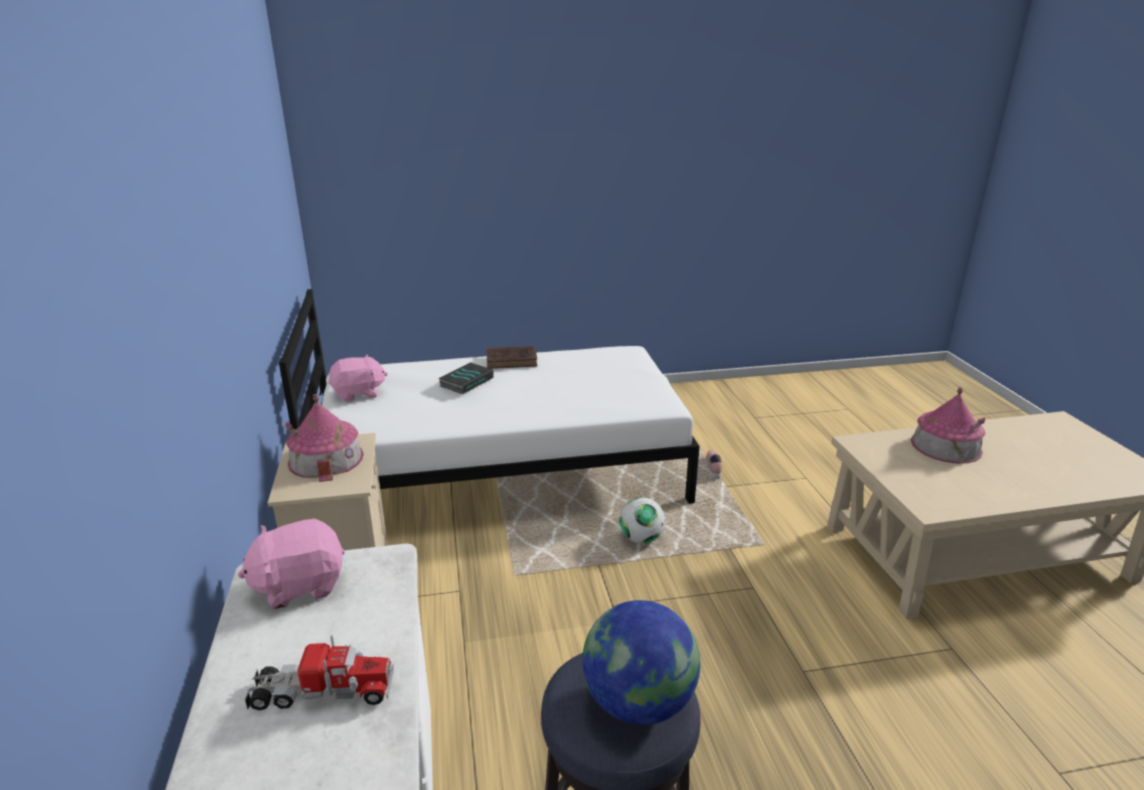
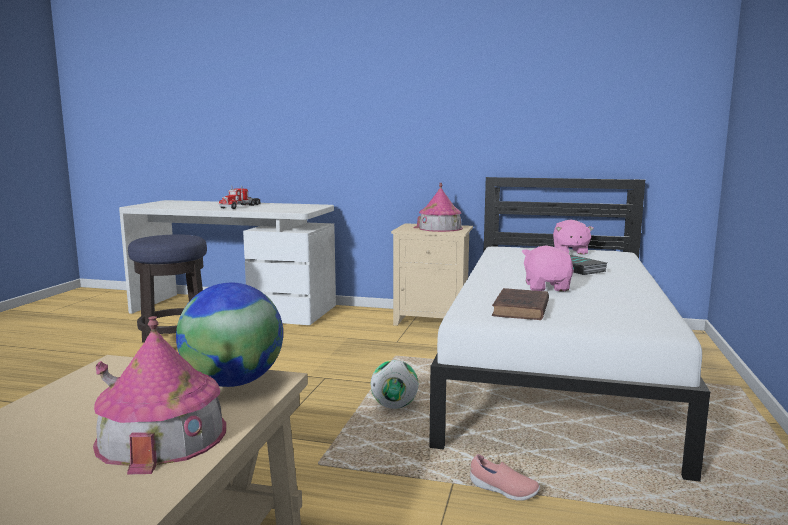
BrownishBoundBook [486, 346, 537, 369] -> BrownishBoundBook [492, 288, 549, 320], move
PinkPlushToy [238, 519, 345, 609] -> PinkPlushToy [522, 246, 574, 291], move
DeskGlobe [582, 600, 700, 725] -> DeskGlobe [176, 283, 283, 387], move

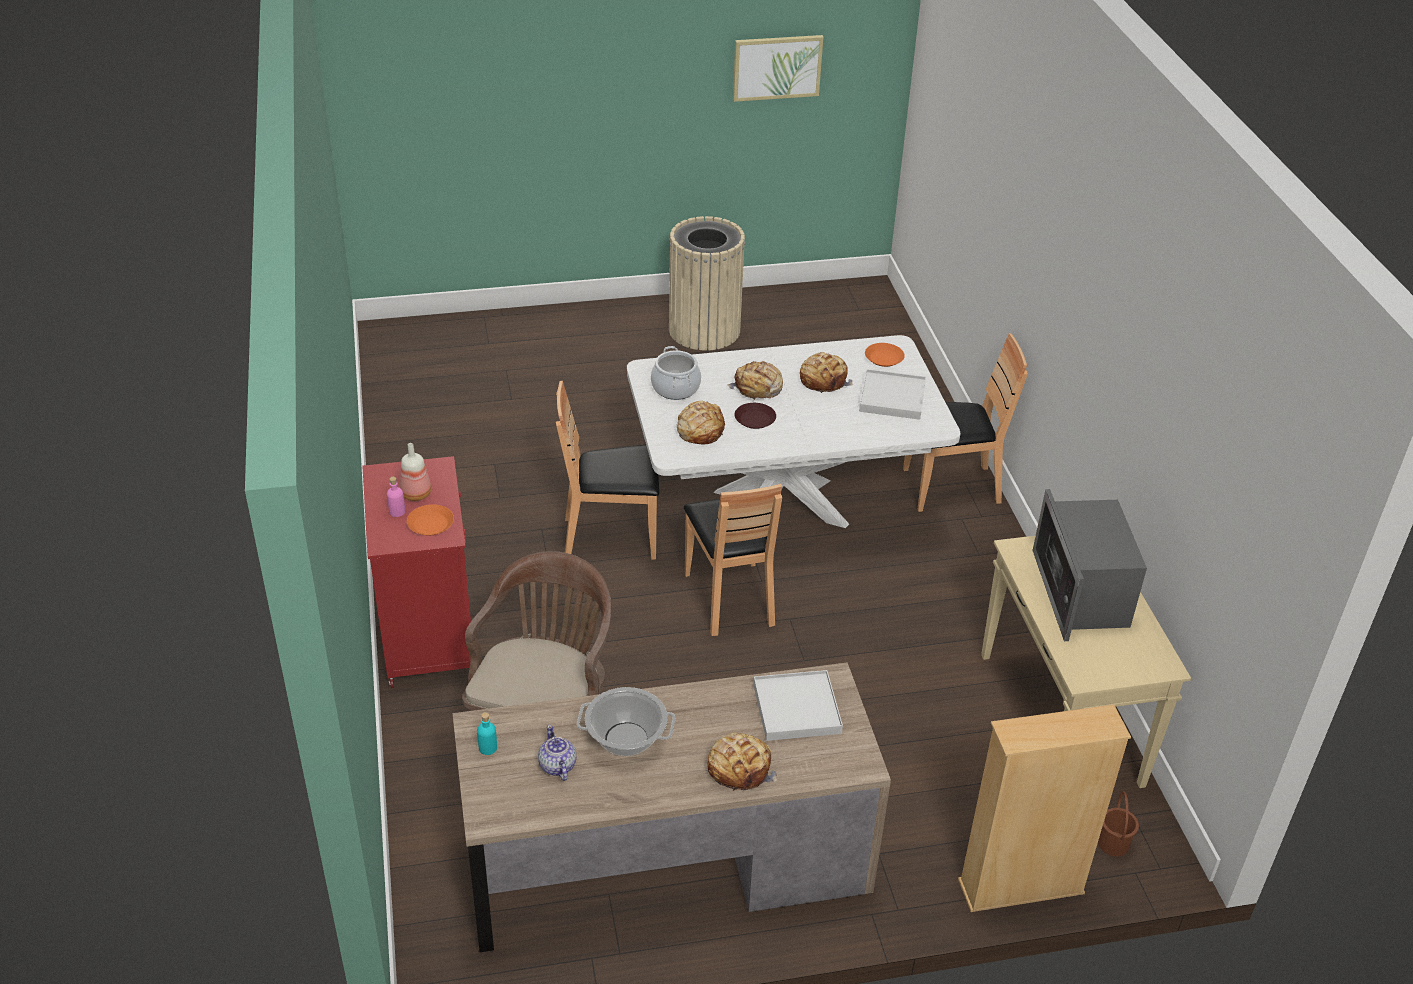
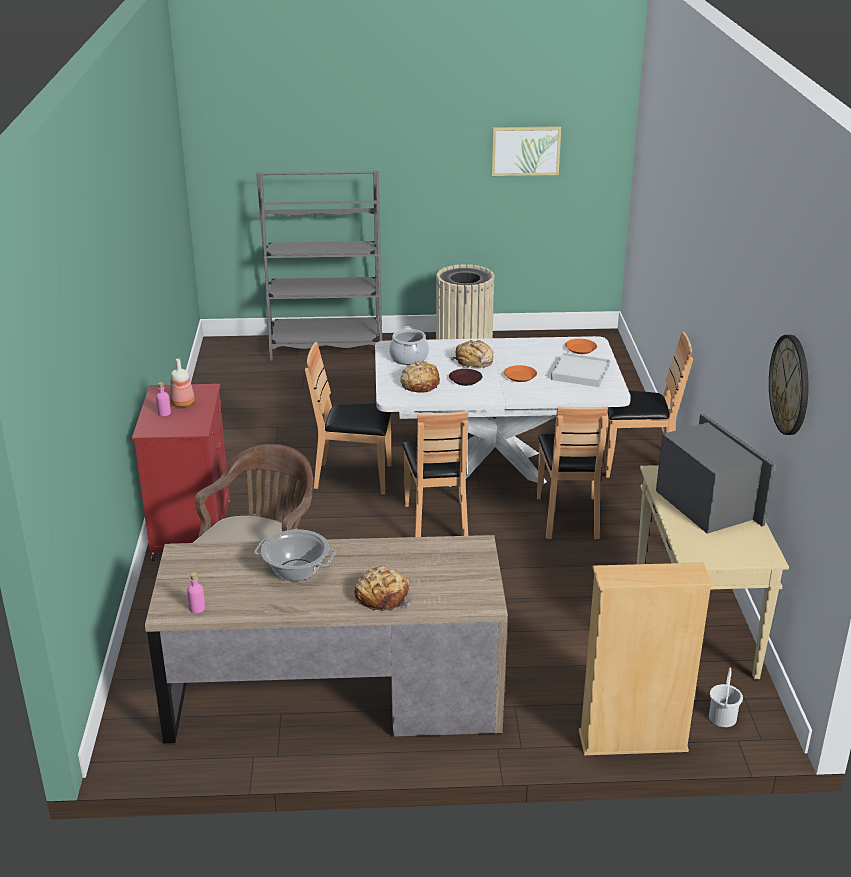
Bread [800, 352, 853, 393] -> none
KitchenMicrowave [1032, 489, 1147, 641] -> KitchenMicrowave [656, 414, 775, 534], 150 degrees clockwise
OrangeFlatDish [407, 504, 454, 535] -> OrangeFlatDish [504, 365, 537, 382], move
WhitishTray [753, 670, 843, 741] -> none
TurquoiseDrinkBottle [477, 712, 497, 755] -> none
PotForTea [538, 725, 576, 781] -> none
BrownishPail [1098, 791, 1139, 857] -> WhitishPail [709, 667, 743, 727]
none -> GreyishBookcase [256, 171, 382, 361]
none -> HangingClock [769, 335, 809, 435]
none -> BrownishPlainChair [537, 406, 608, 539]
none -> PinkDrinkBottle [187, 572, 205, 613]

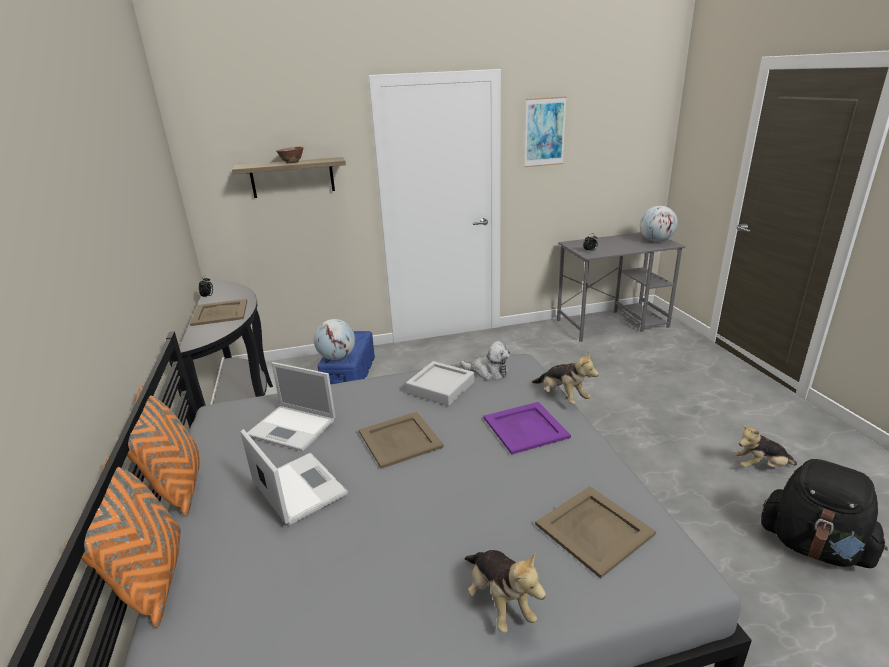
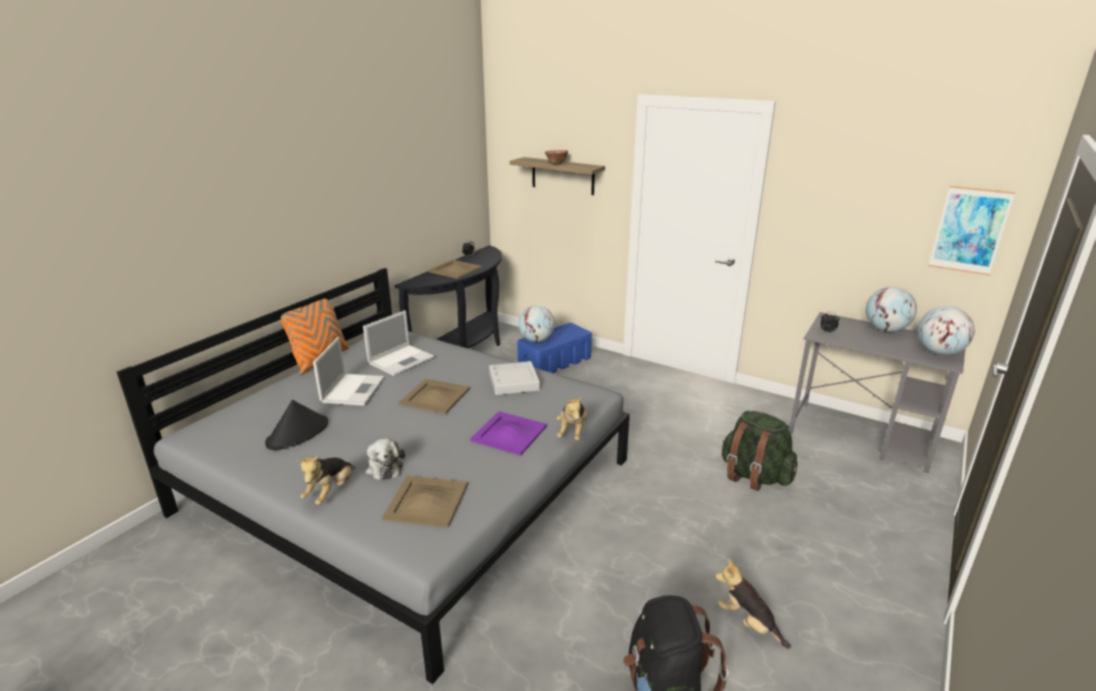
WallArt [524, 96, 567, 167] -> WallArt [928, 186, 1016, 276], move
PlushToy [460, 341, 510, 380] -> PlushToy [366, 438, 405, 481], move
NotebookComputer [247, 362, 336, 451] -> NotebookComputer [363, 310, 434, 376], 120 degrees counterclockwise
OrangeCushion [65, 456, 181, 628] -> none
none -> DeskGlobe [866, 287, 917, 332]
none -> BlackColouredHat [265, 400, 328, 450]
none -> GreenishBackpack [722, 411, 797, 491]

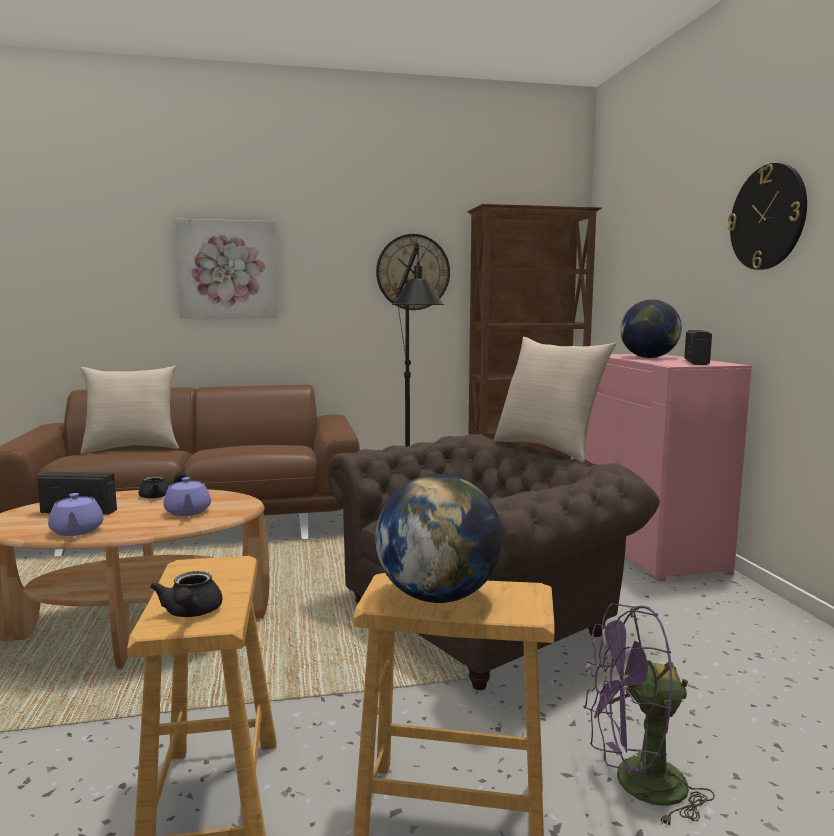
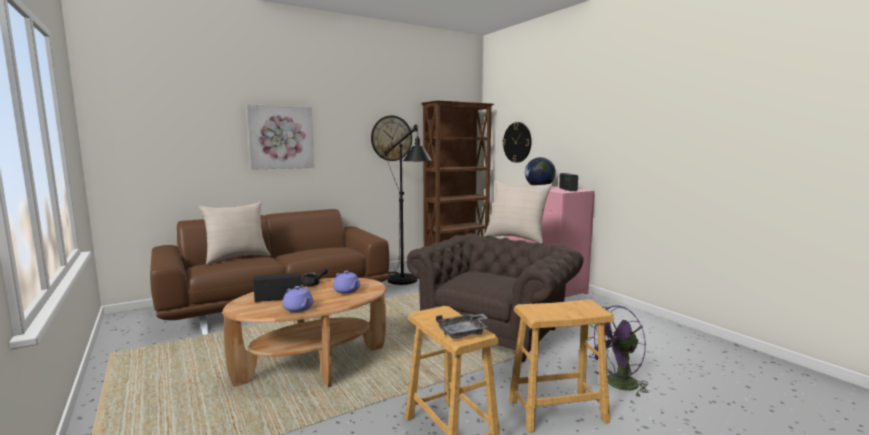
HangingClock [728, 163, 807, 270] -> HangingClock [502, 122, 532, 163], move
DeskGlobe [375, 474, 502, 603] -> none
BlackColouredPotForTea [150, 571, 222, 617] -> GreyishTray [436, 314, 489, 339]

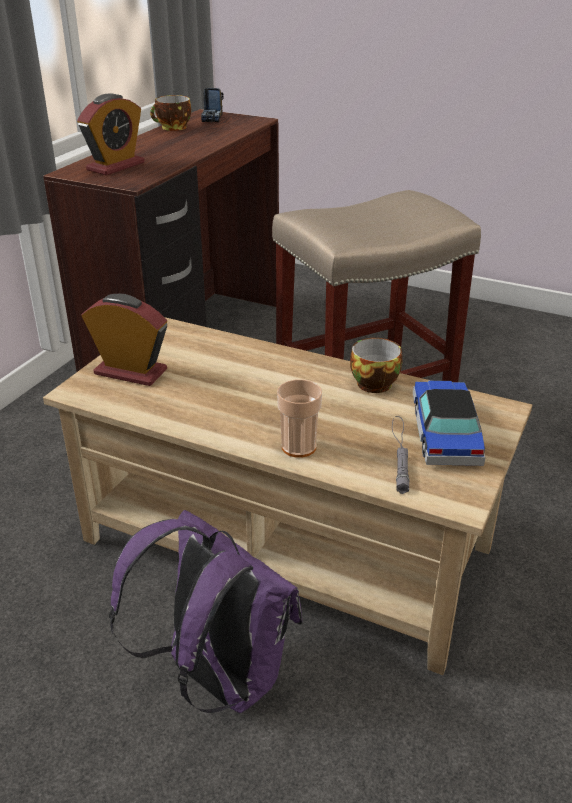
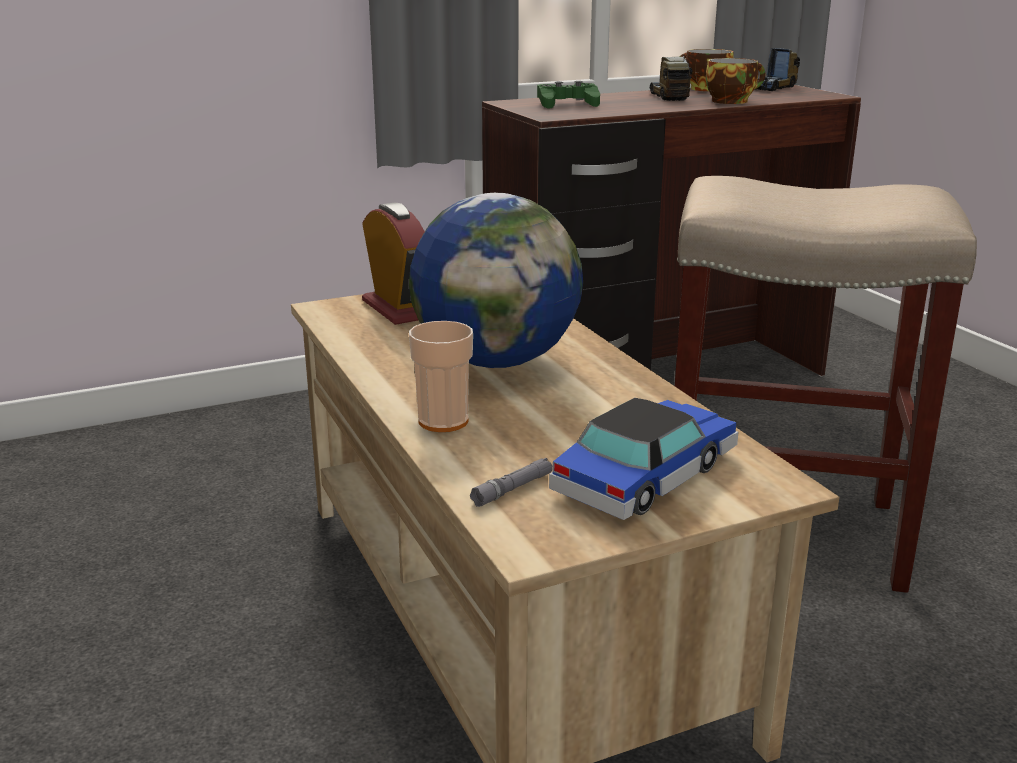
BedsideClock [77, 94, 145, 175] -> GreenishGameController [537, 81, 600, 108]
Cup [350, 338, 402, 393] -> Cup [706, 58, 765, 104], move
PurplishBackpack [109, 510, 302, 713] -> none
none -> ToyLorry [650, 56, 693, 101]
none -> DeskGlobe [409, 193, 583, 368]

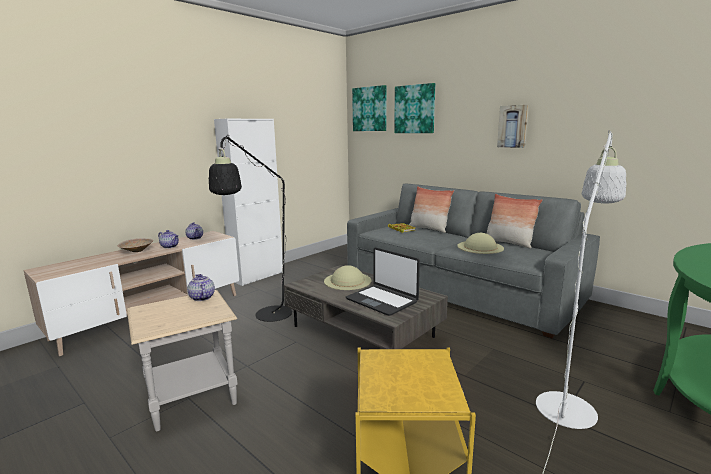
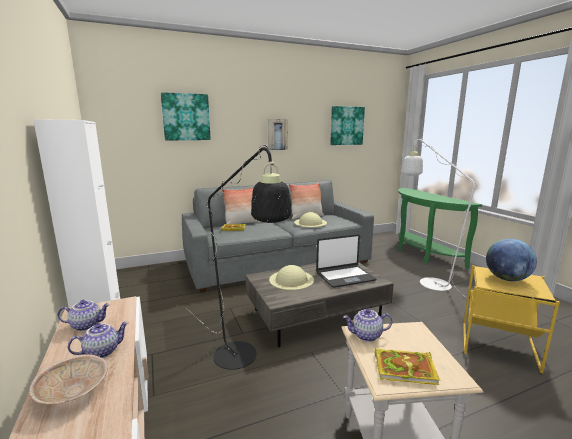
WallArt [352, 85, 387, 131] -> WallArt [330, 106, 365, 145], move
none -> DeskGlobe [486, 239, 537, 281]
none -> BoundBook [375, 348, 440, 385]

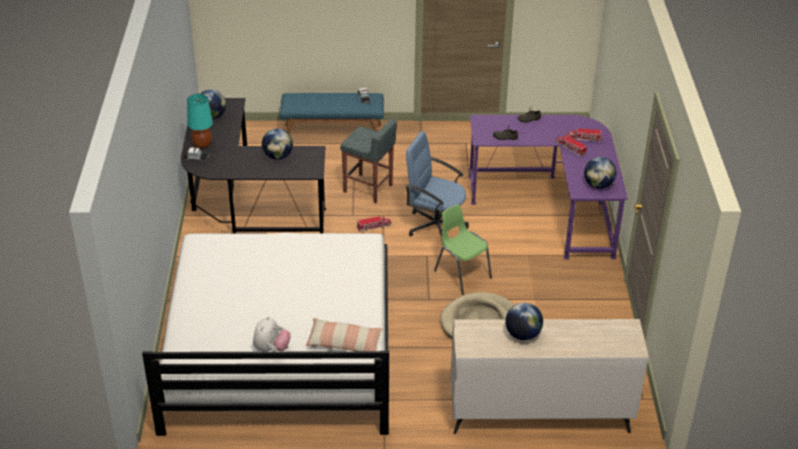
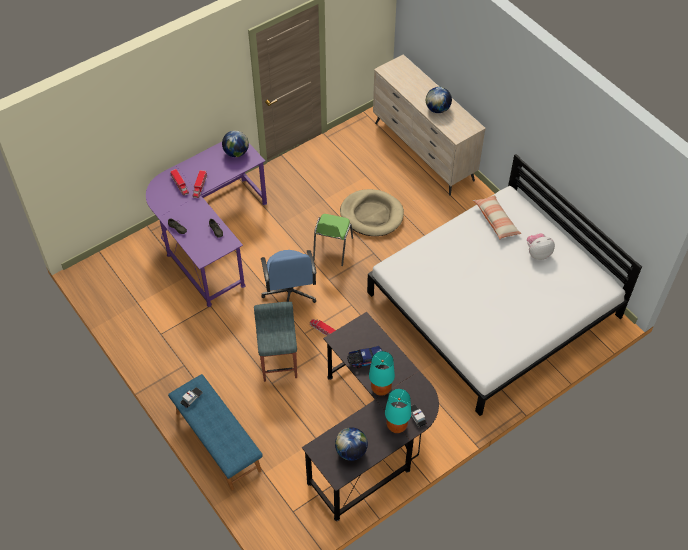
DeskGlobe [262, 128, 293, 160] -> ToyLorry [347, 346, 382, 368]
none -> TurquoiseLampForATable [369, 351, 395, 396]

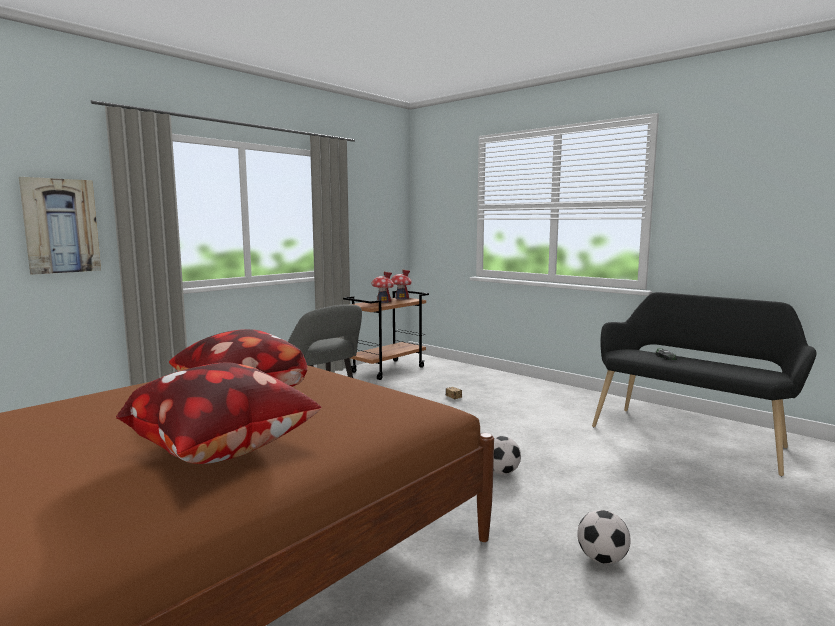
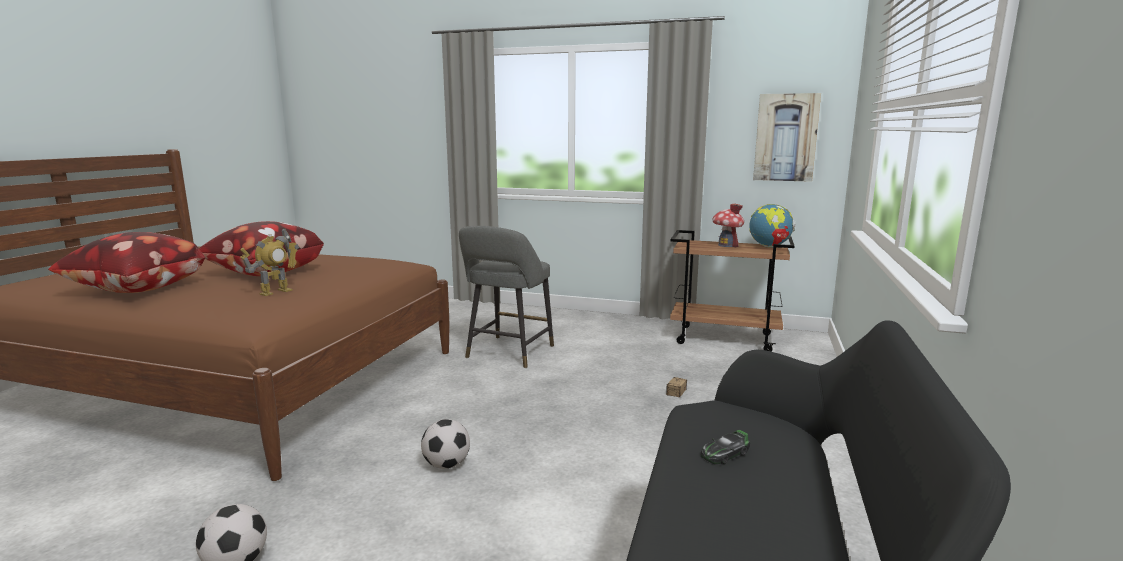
WallArt [19, 177, 101, 275] -> WallArt [753, 93, 821, 182], move
ToyHouse [391, 270, 412, 300] -> DeskGlobe [749, 204, 796, 247]
none -> RobotFigure [240, 228, 299, 296]

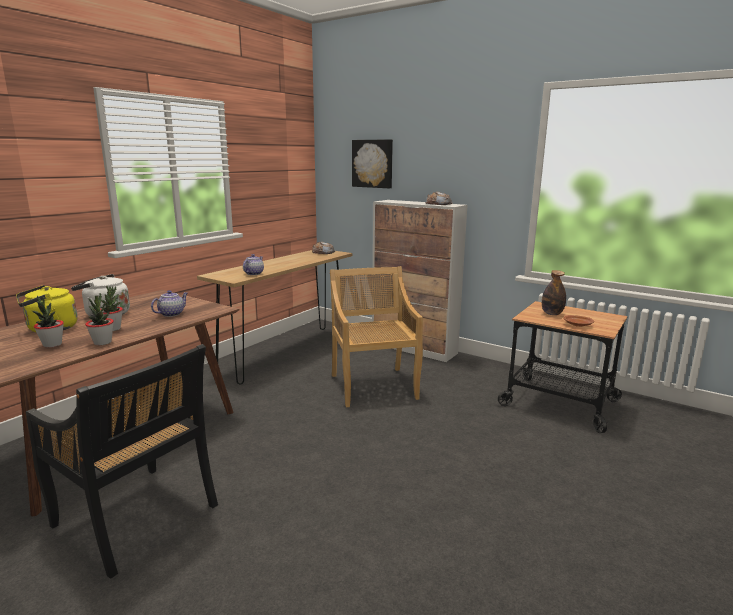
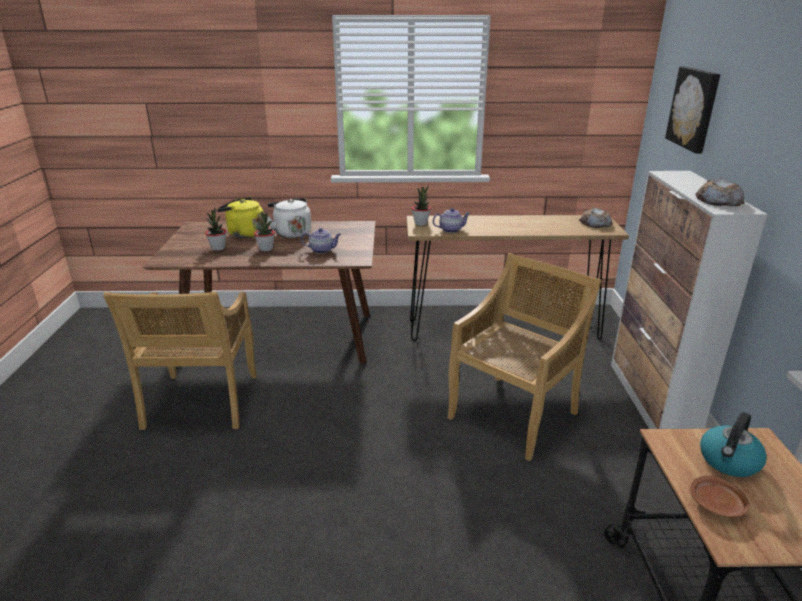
DrinkBottle [542, 270, 566, 315] -> TeaKettle [700, 412, 767, 477]
PottedPlant [85, 293, 114, 345] -> PottedPlant [412, 186, 431, 226], move
BlackColouredPlainChair [26, 344, 218, 579] -> BeigeColouredPlainChair [103, 292, 257, 430]

